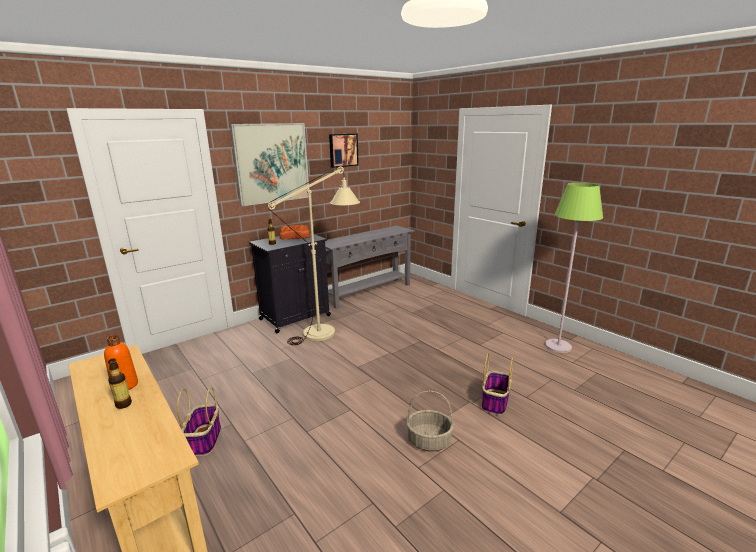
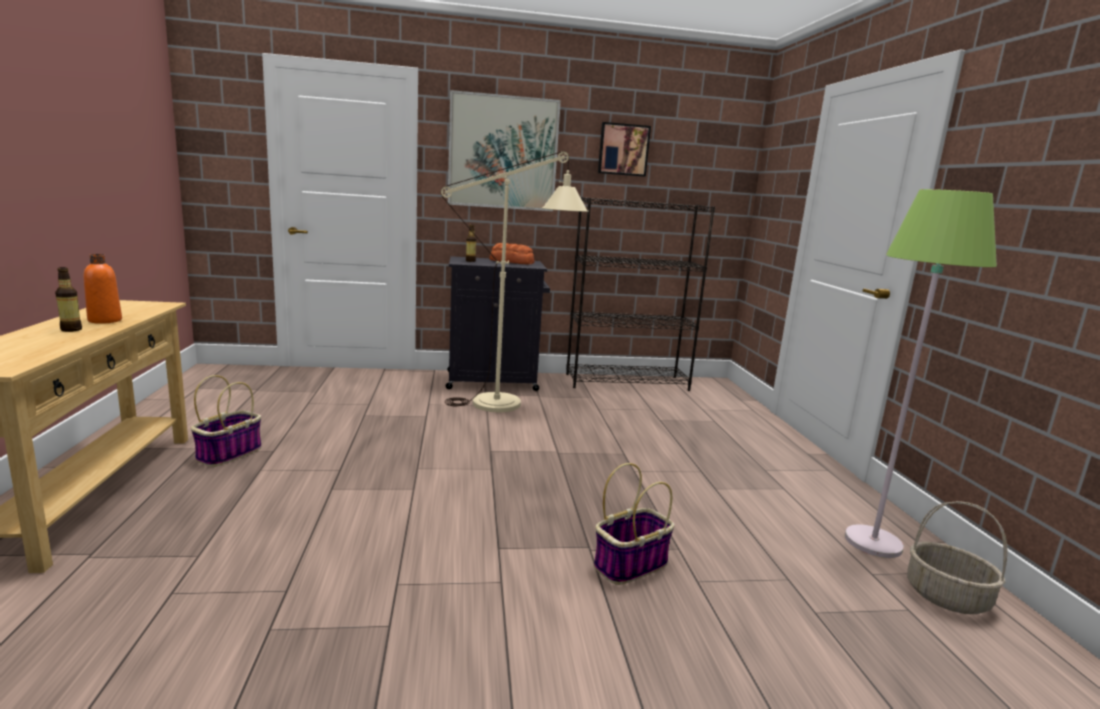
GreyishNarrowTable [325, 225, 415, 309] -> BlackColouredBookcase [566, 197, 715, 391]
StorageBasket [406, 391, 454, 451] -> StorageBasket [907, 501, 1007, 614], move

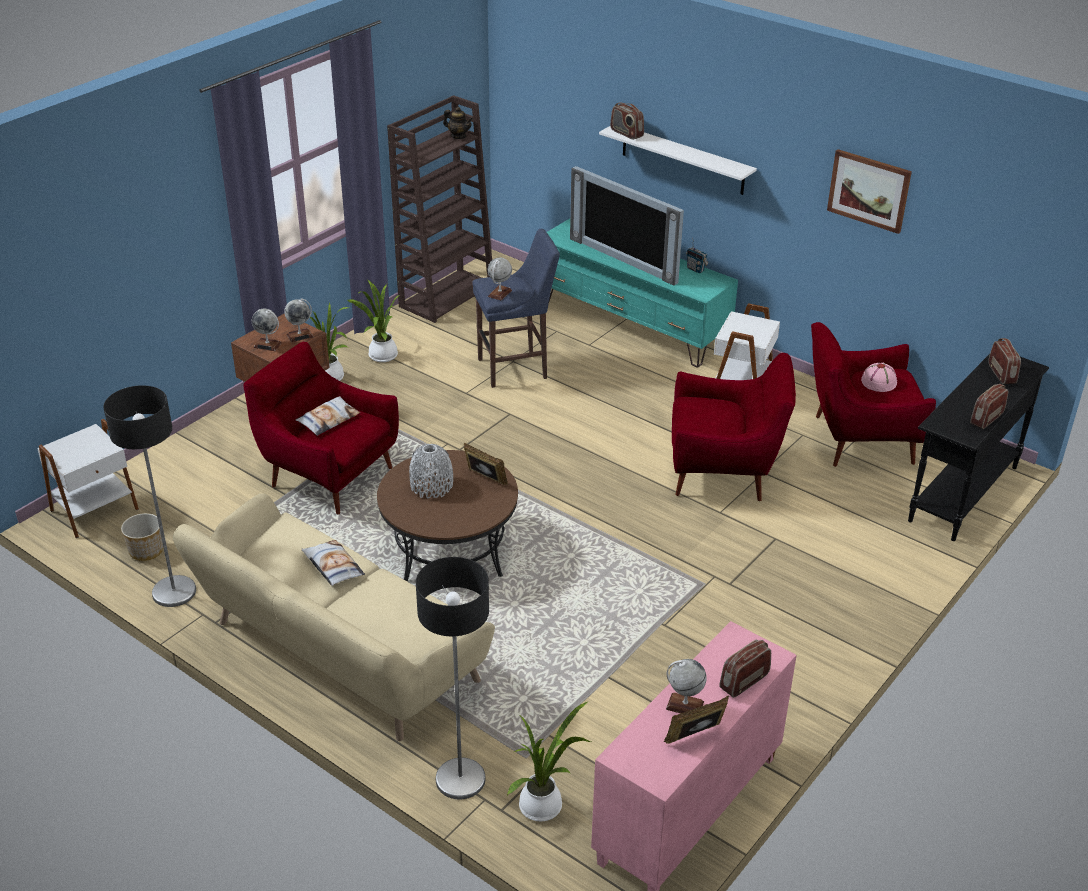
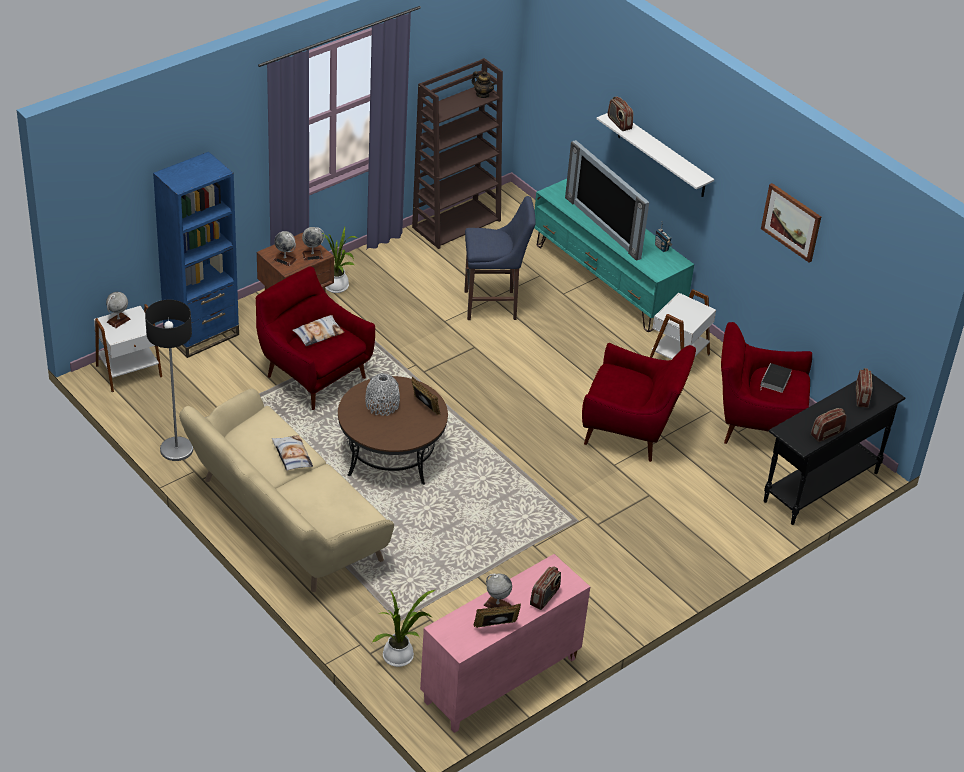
DeskGlobe [488, 258, 512, 300] -> DeskGlobe [106, 292, 130, 328], move
PottedPlant [347, 279, 400, 362] -> none
PinkHat [861, 363, 897, 392] -> BoundBook [760, 363, 792, 393]
PlantPot [121, 513, 163, 561] -> none
StandardLamp [416, 557, 489, 799] -> none
RadioSet [719, 640, 771, 698] -> RadioSet [530, 566, 561, 610], 150 degrees clockwise
none -> BlueBookcase [153, 152, 239, 358]

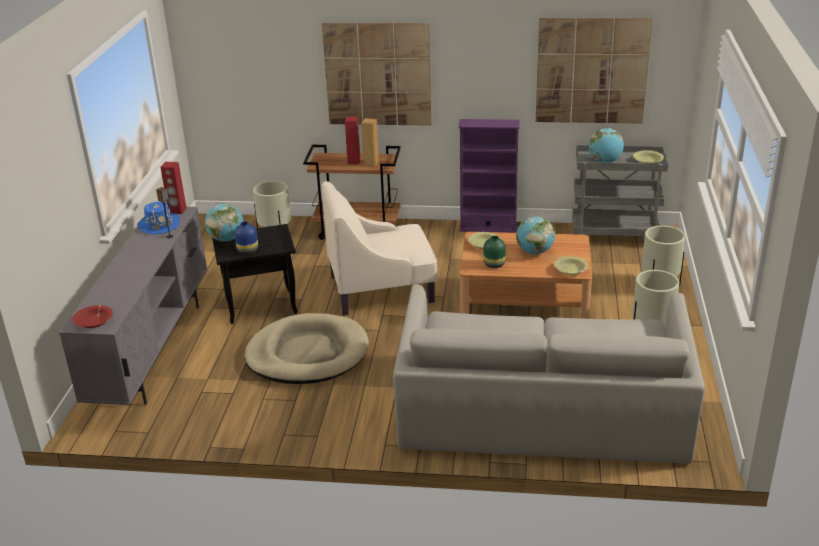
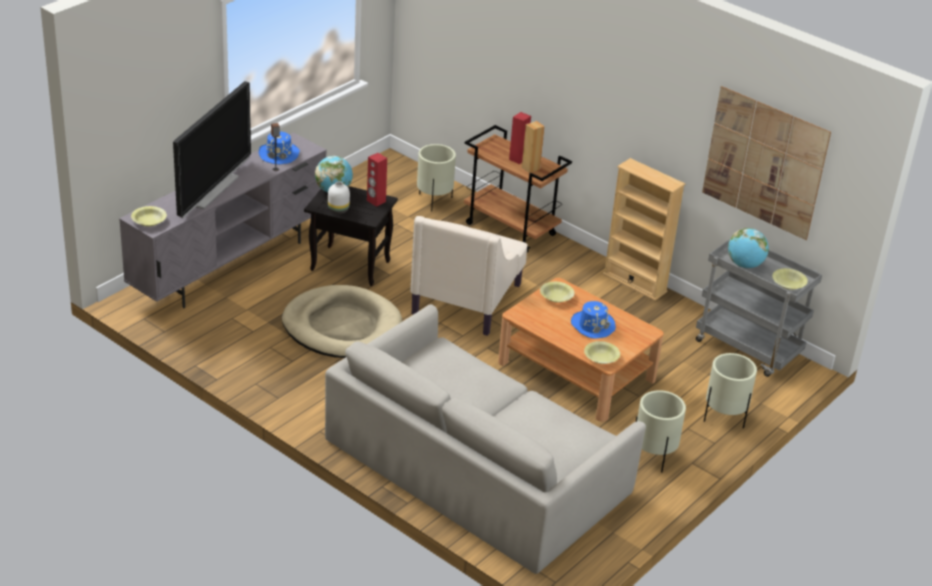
WallArt [322, 23, 431, 126] -> none
PurplishBookcase [459, 119, 520, 233] -> BeigeColouredBookcase [603, 158, 685, 301]
RedAudioSpeaker [160, 162, 186, 214] -> RedAudioSpeaker [367, 153, 387, 207], move
BeigeColouredLoungeChair [321, 181, 438, 316] -> BeigeColouredLoungeChair [410, 216, 527, 336], 90 degrees counterclockwise
DeskGlobe [516, 216, 555, 254] -> BlueHat [571, 301, 616, 339]
BlueFlowerVase [235, 221, 258, 254] -> WhitishFlowerVase [328, 182, 350, 214]
GreenishFlowerVase [484, 236, 506, 268] -> none
RedBowl [72, 305, 113, 328] -> YellowishBowl [131, 206, 167, 227]
none -> Tv [173, 81, 251, 218]

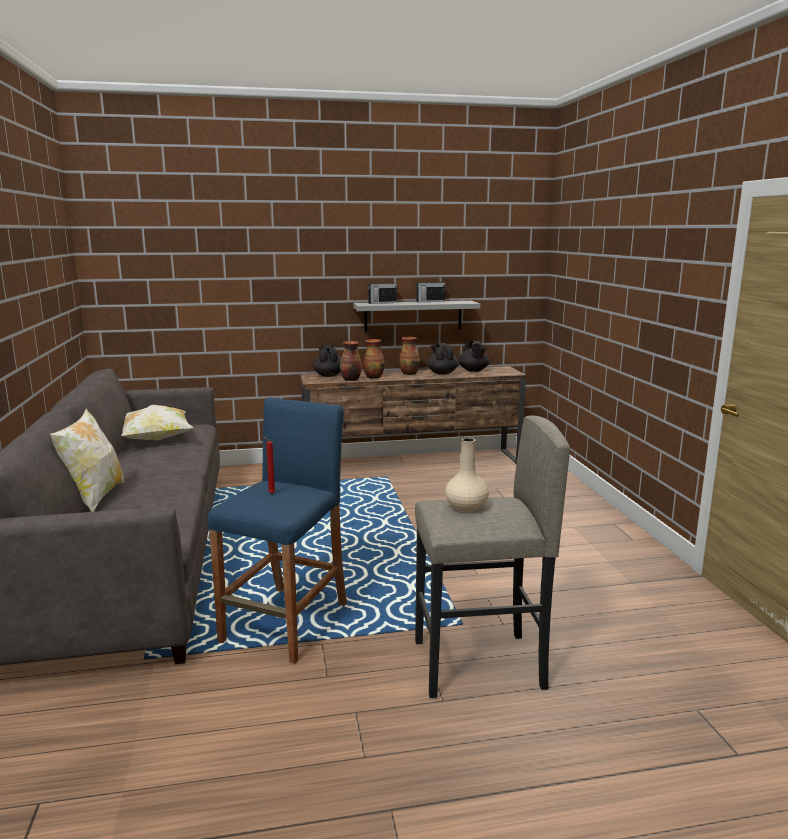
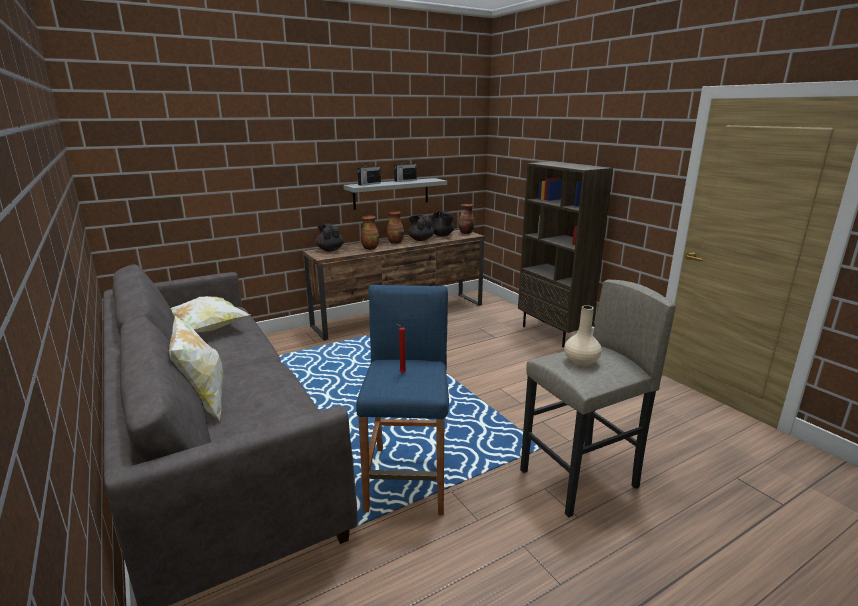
FlowerVase [340, 341, 362, 381] -> FlowerVase [458, 204, 474, 234], move
none -> BrownishBookcase [518, 161, 613, 347]

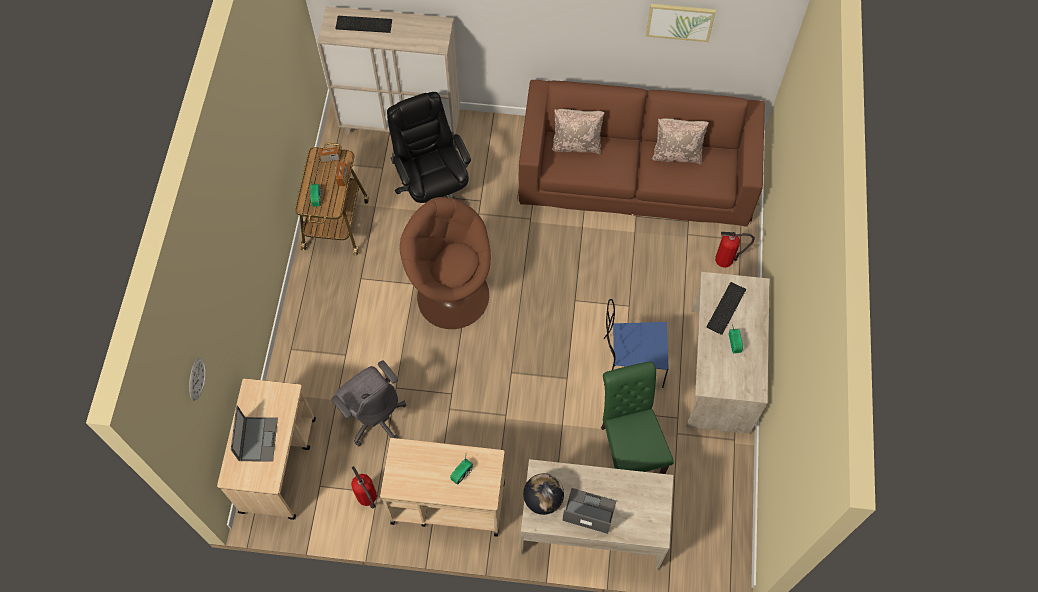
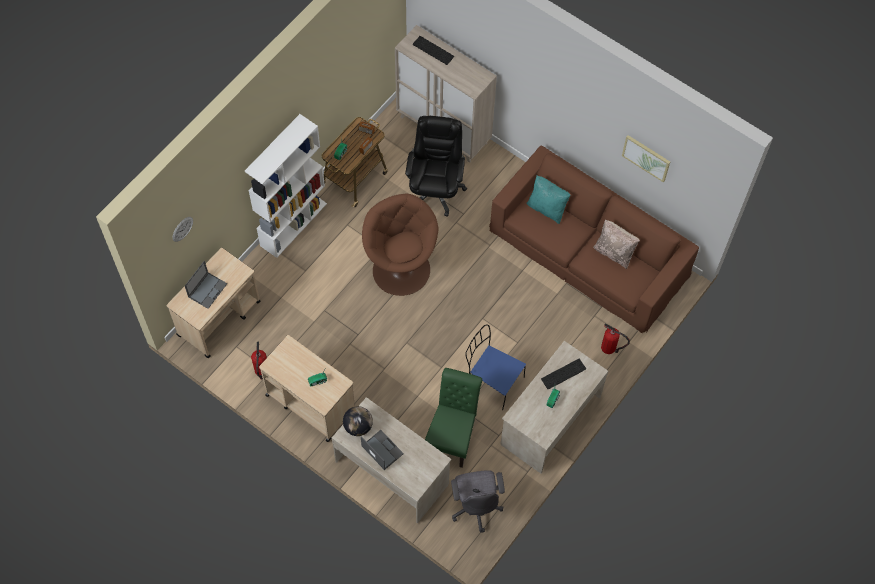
BeigeColouredCushion [551, 109, 605, 154] -> TurquoiseCushion [527, 176, 571, 224]
GreyishDeskChair [331, 360, 406, 447] -> GreyishDeskChair [451, 470, 505, 533], move
none -> WhitishBookcase [245, 114, 327, 258]

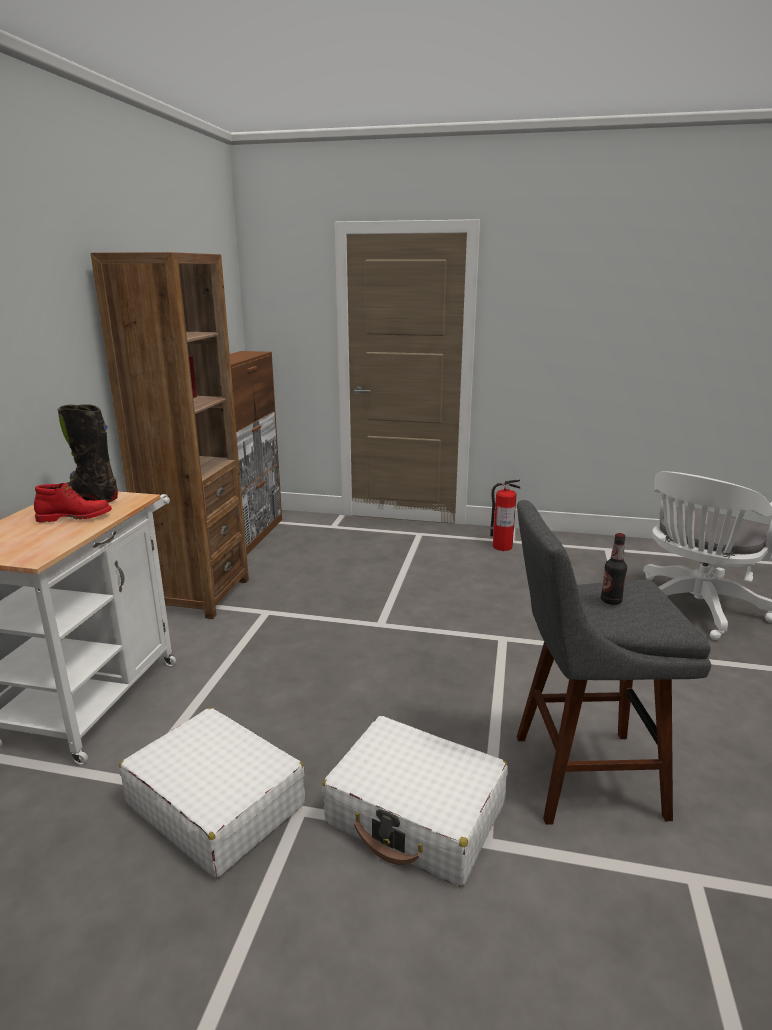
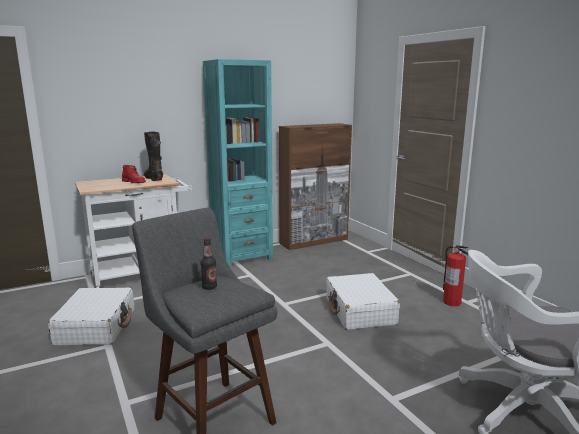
BrownishBookcase [91, 252, 249, 619] -> TurquoiseBookcase [203, 59, 273, 268]
WhitishSuitcase [322, 716, 508, 886] -> WhitishSuitcase [326, 273, 400, 330], move

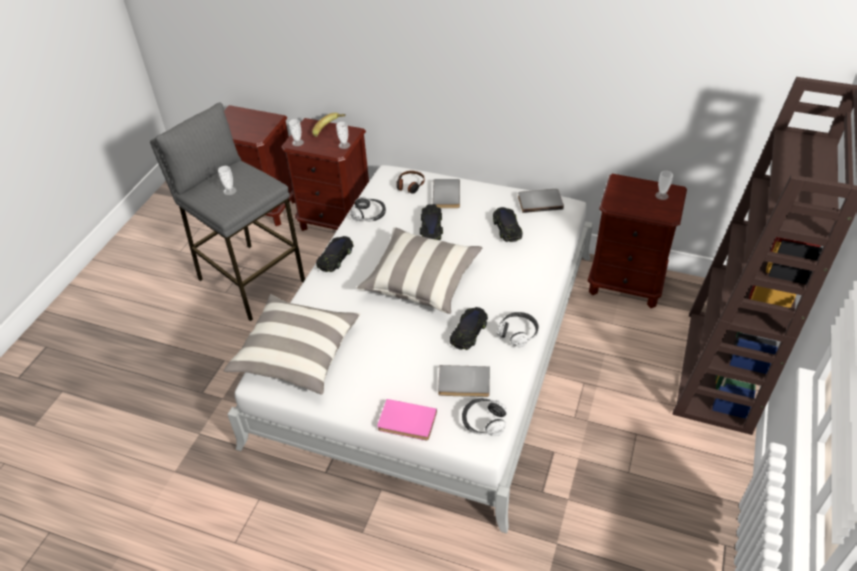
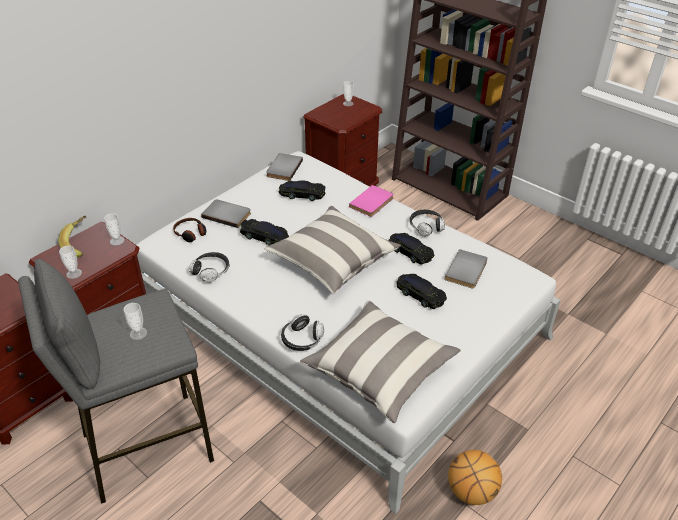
BlackColouredModelCar [316, 236, 354, 272] -> BlackColouredModelCar [396, 274, 447, 309], move
Headset [462, 398, 507, 436] -> Headset [281, 314, 324, 351], move
PinkBoundBook [377, 399, 437, 440] -> PinkBoundBook [349, 185, 394, 217], move
none -> BallForBasketball [448, 450, 502, 505]

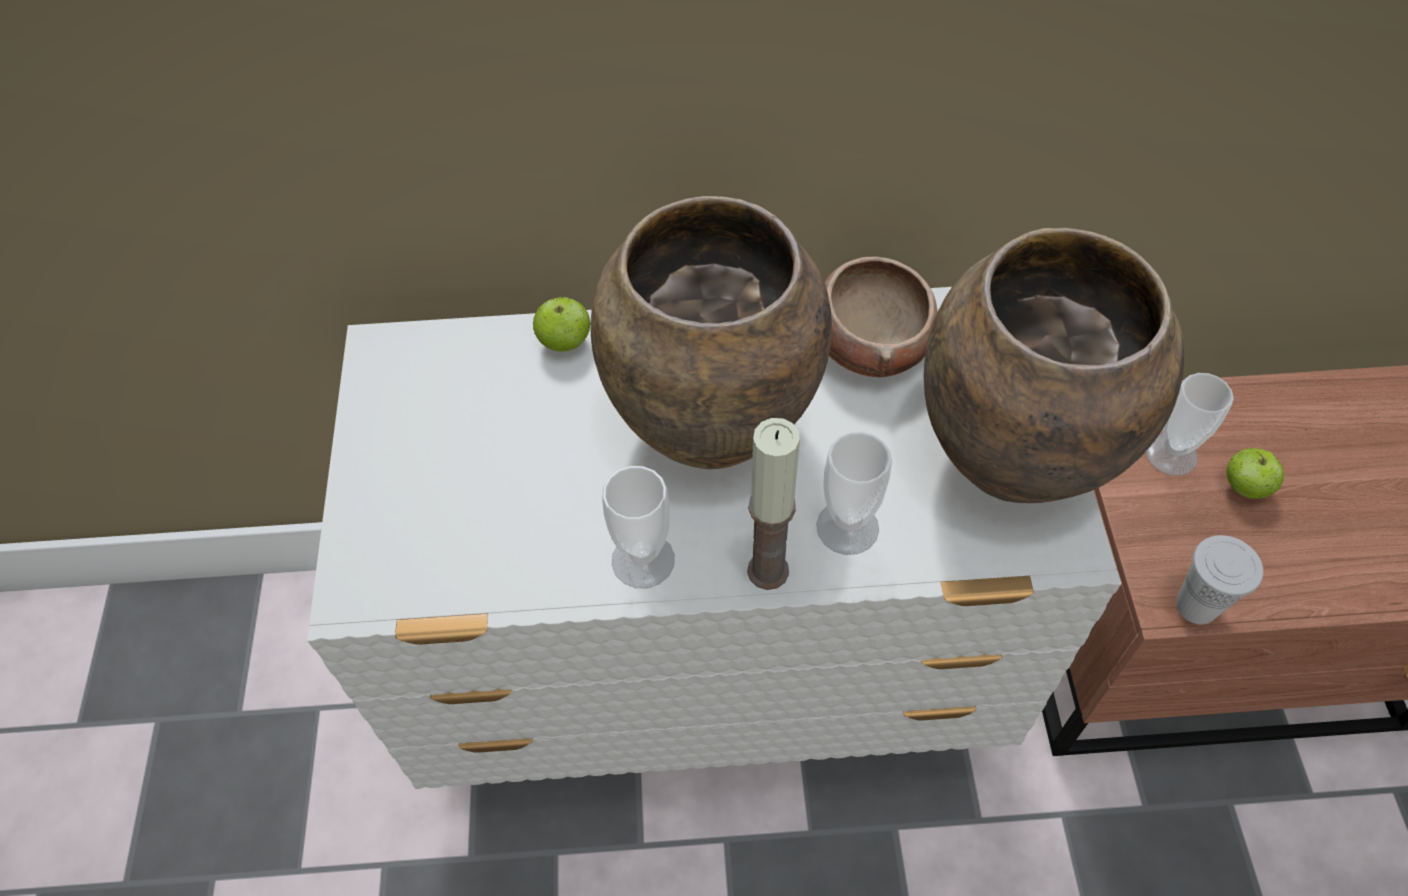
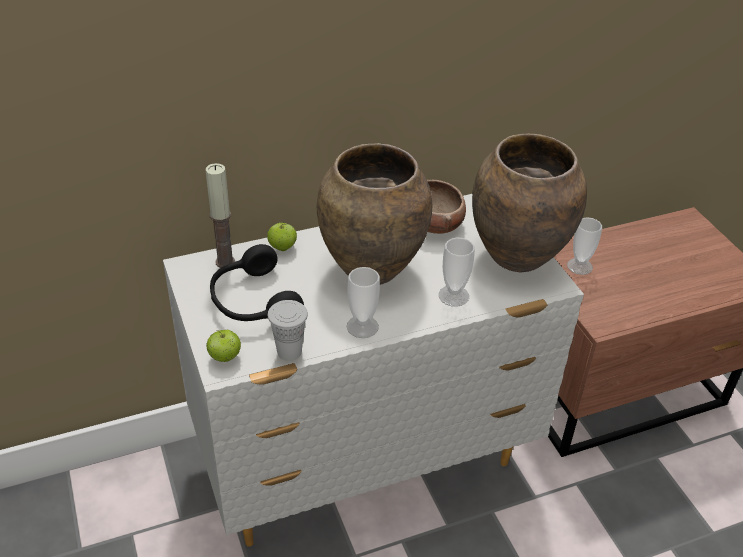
Candle [747, 418, 800, 590] -> Candle [206, 163, 235, 268], move
Apple [1226, 448, 1284, 499] -> Apple [206, 330, 241, 362], move
WhitishCup [1176, 535, 1264, 625] -> WhitishCup [268, 300, 308, 361], move
none -> BlackColouredHeadset [210, 244, 304, 321]

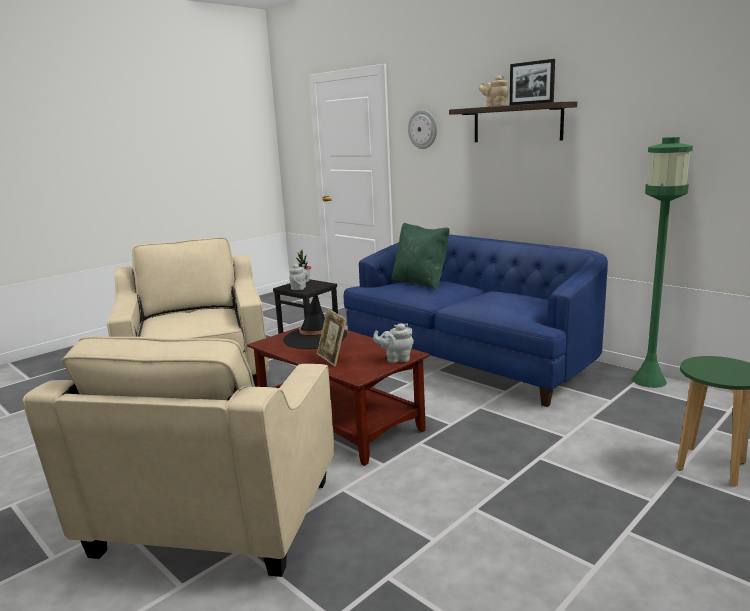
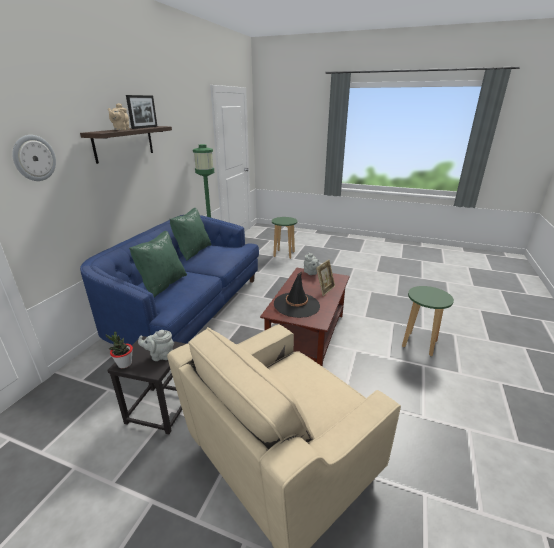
BeigeColouredLoungeChair [22, 336, 335, 577] -> GreenishStoolSeat [402, 286, 454, 356]
none -> GreenishCushion [170, 208, 212, 261]

